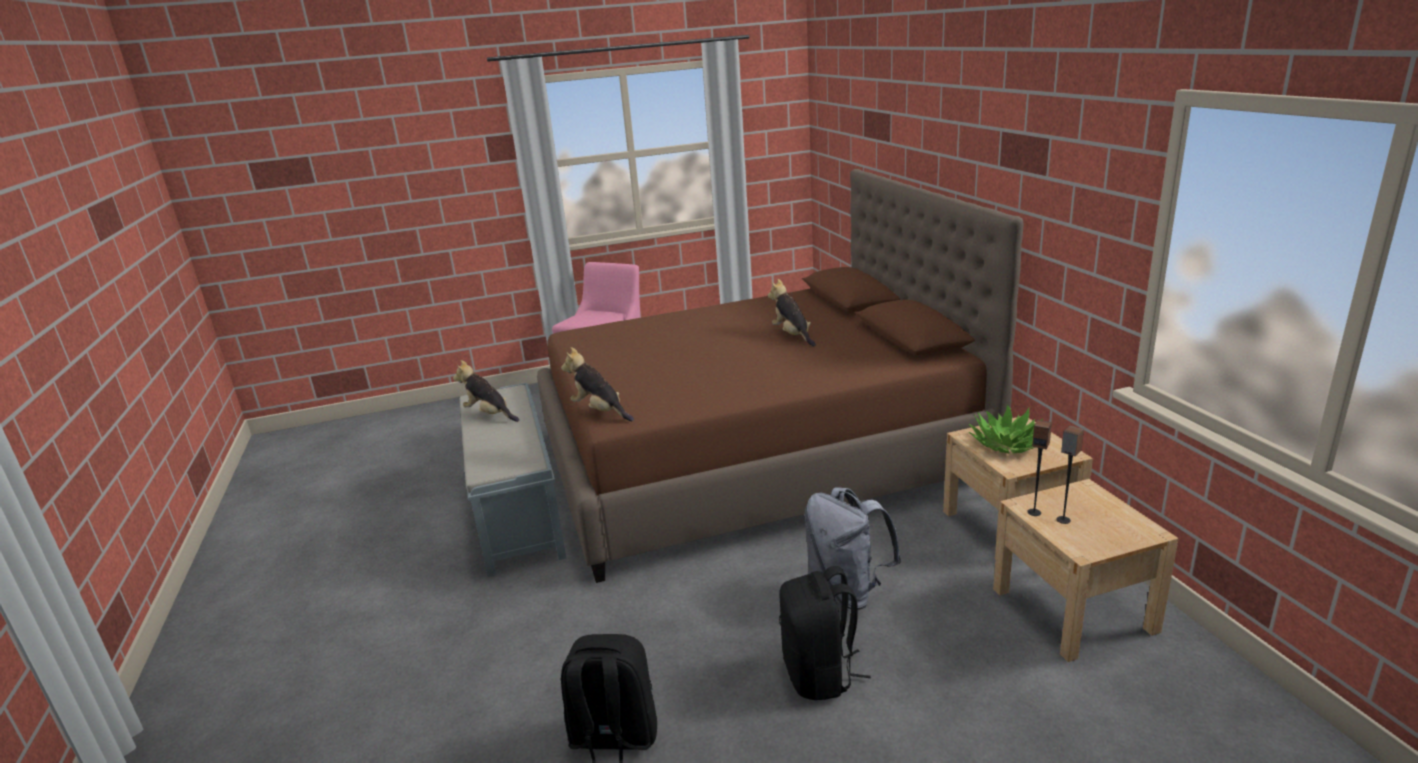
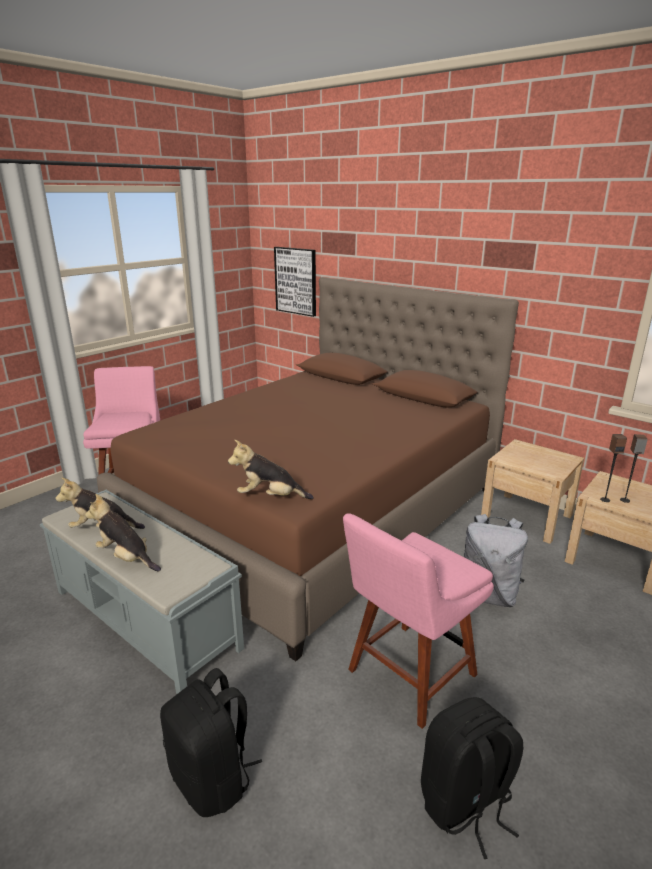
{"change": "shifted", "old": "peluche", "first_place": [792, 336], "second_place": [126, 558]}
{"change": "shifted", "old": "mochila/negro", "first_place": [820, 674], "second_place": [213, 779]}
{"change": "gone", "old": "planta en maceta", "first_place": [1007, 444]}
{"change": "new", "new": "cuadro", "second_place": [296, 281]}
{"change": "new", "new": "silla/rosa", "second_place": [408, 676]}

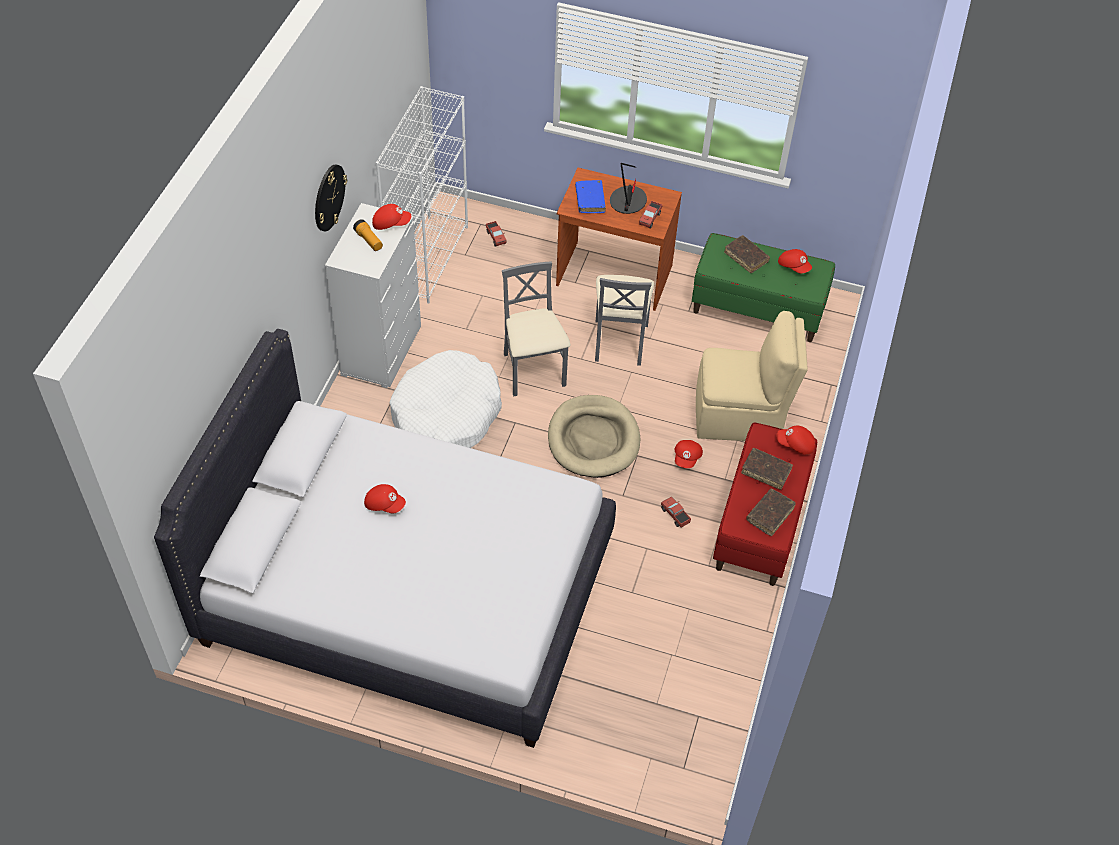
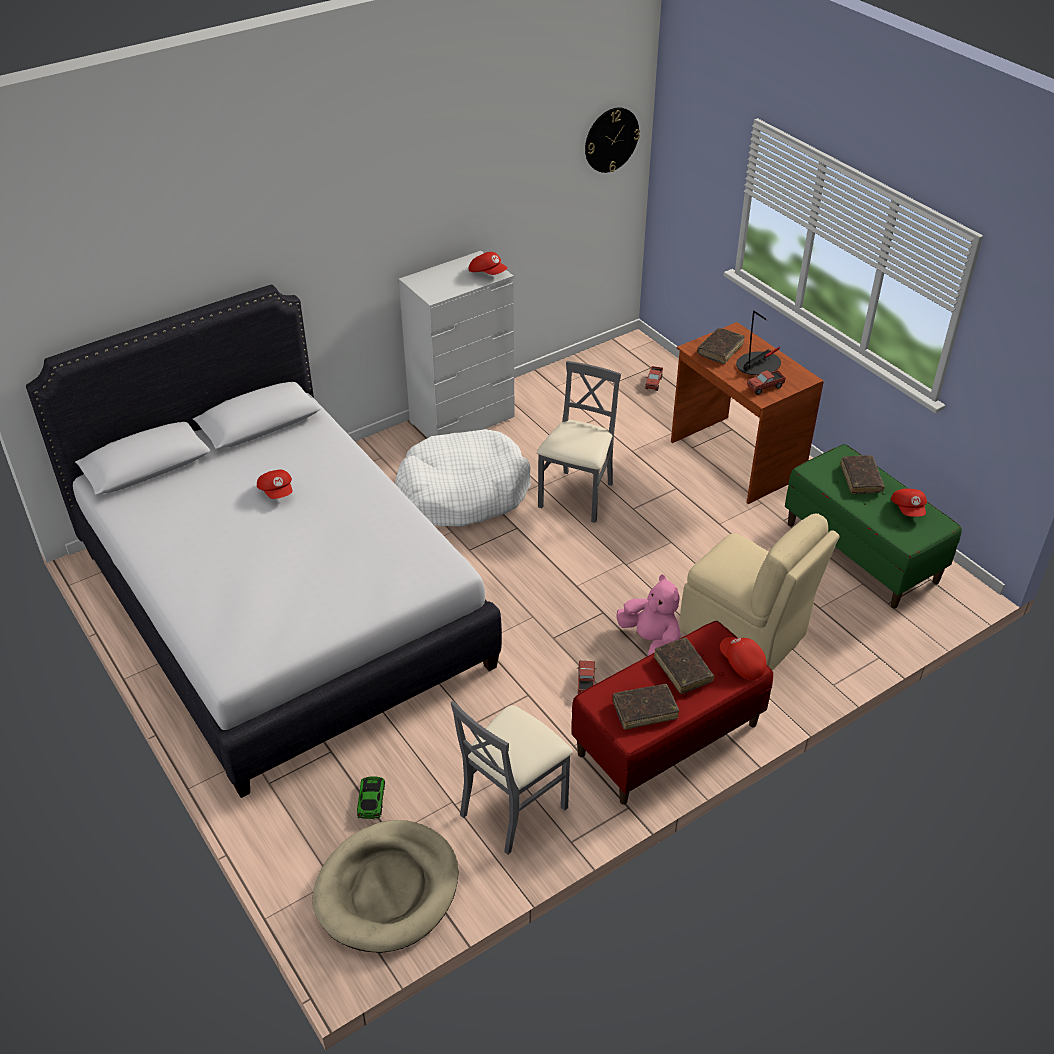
{"change": "shifted", "old": "reloj de pared", "first_place": [329, 197], "second_place": [611, 139]}
{"change": "gone", "old": "linterna", "first_place": [369, 240]}
{"change": "gone", "old": "estantería/blanco", "first_place": [428, 258]}
{"change": "shifted", "old": "cama para perro/beis", "first_place": [593, 439], "second_place": [387, 889]}
{"change": "repainted", "old": "libro/azul", "new": "libro/marrón", "first_place": [590, 200], "second_place": [720, 350]}
{"change": "shifted", "old": "silla/gris", "first_place": [619, 341], "second_place": [513, 808]}
{"change": "swapped", "old": "gorra/rojo", "new": "peluche/rosa", "first_place": [687, 458], "second_place": [651, 641]}
{"change": "new", "new": "coche de juguete", "second_place": [371, 800]}

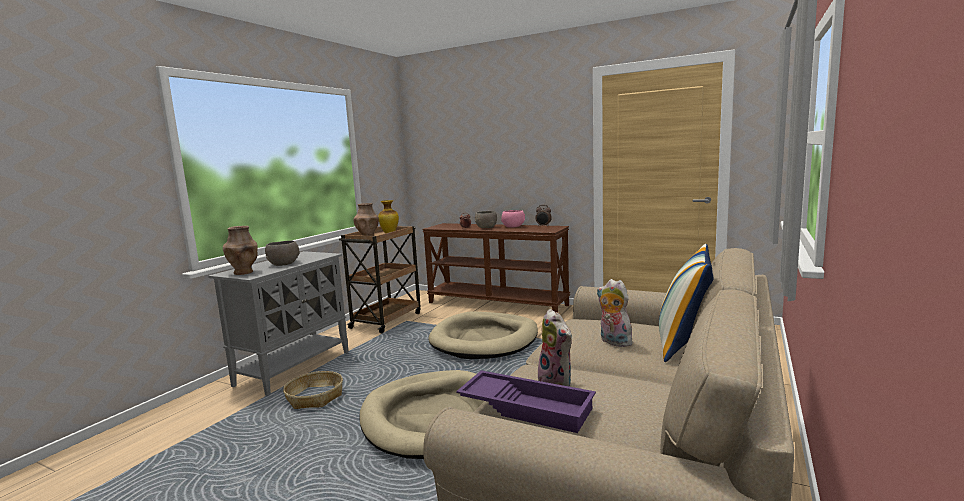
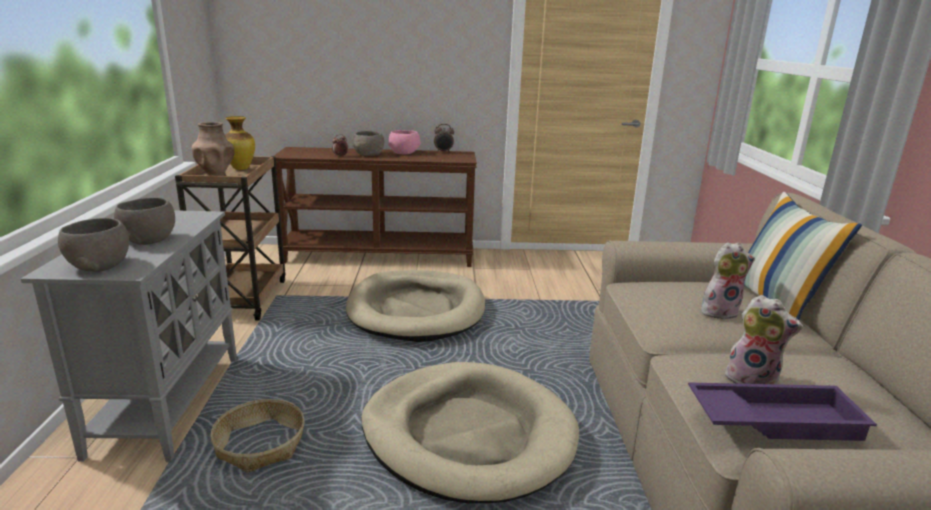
{"change": "swapped", "old": "florero/marrón", "new": "cuenco/gris", "first_place": [244, 272], "second_place": [98, 265]}
{"change": "rotated", "old": "peluche", "first_place": [613, 342], "second_place": [719, 311], "degrees": 150}

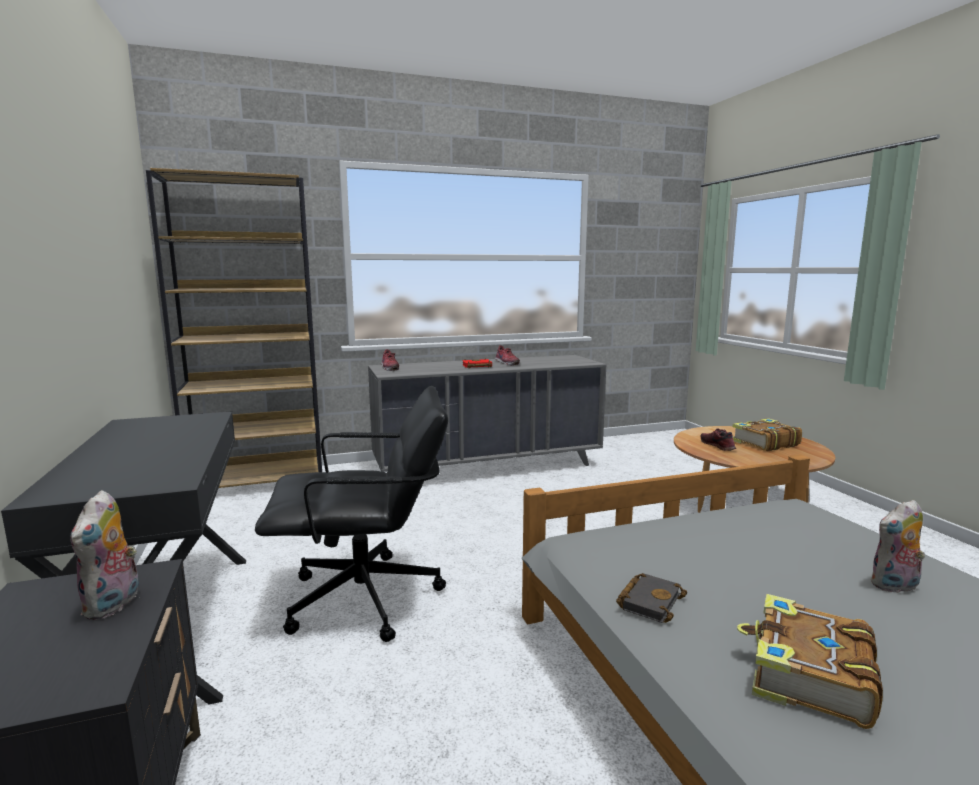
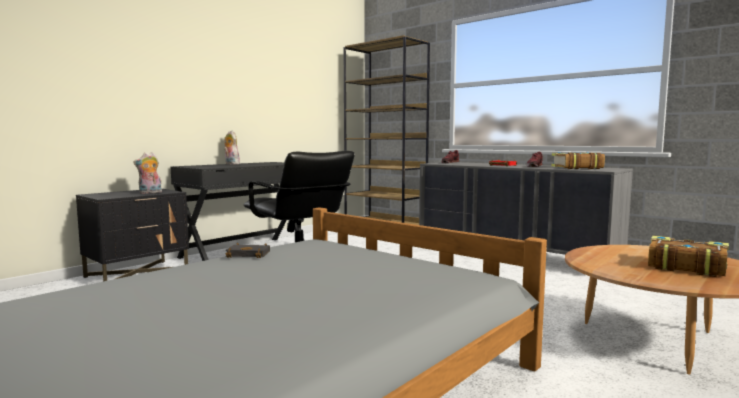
{"change": "gone", "old": "zapato", "first_place": [718, 446]}
{"change": "shifted", "old": "libro", "first_place": [807, 676], "second_place": [576, 168]}
{"change": "shifted", "old": "peluche", "first_place": [895, 586], "second_place": [231, 164]}

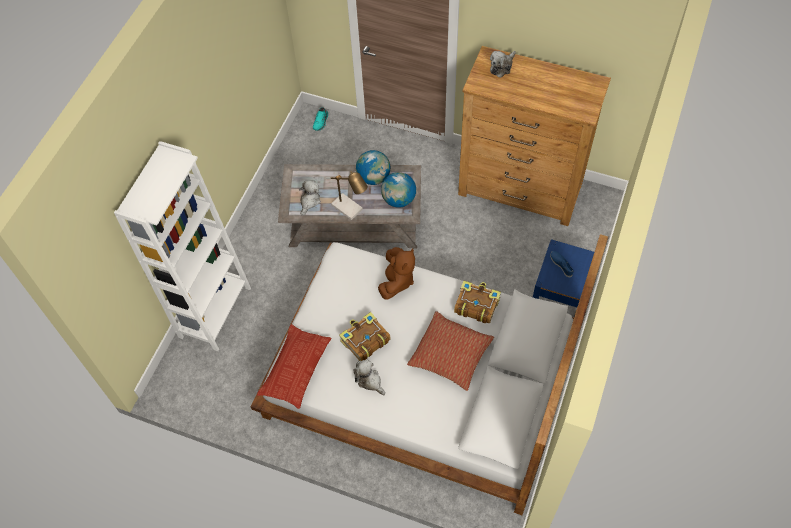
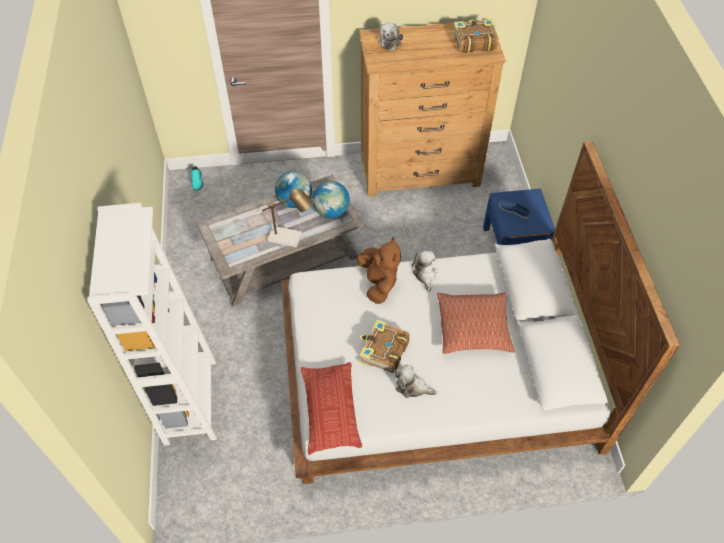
{"change": "shifted", "old": "peluche", "first_place": [309, 201], "second_place": [425, 274]}
{"change": "shifted", "old": "libro", "first_place": [476, 305], "second_place": [474, 42]}

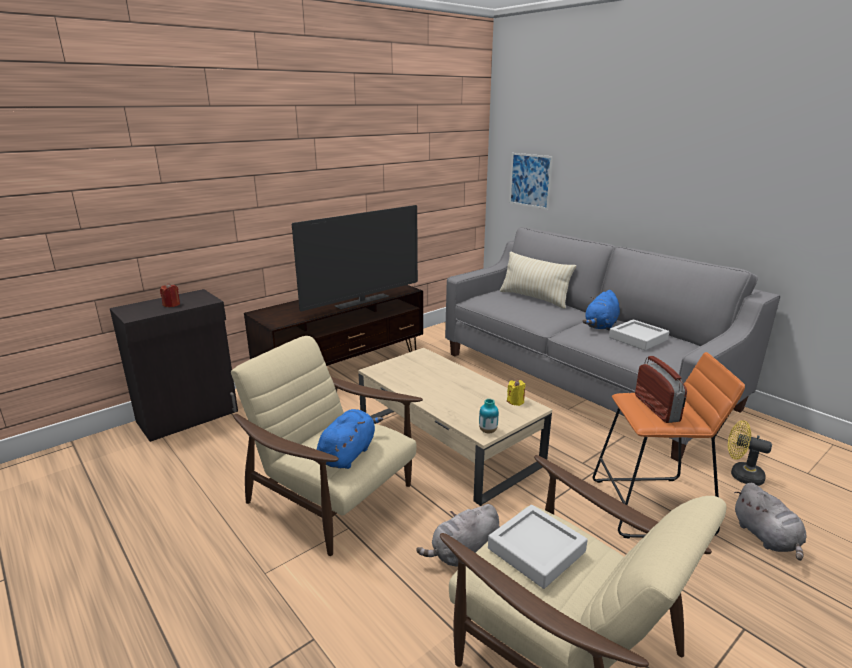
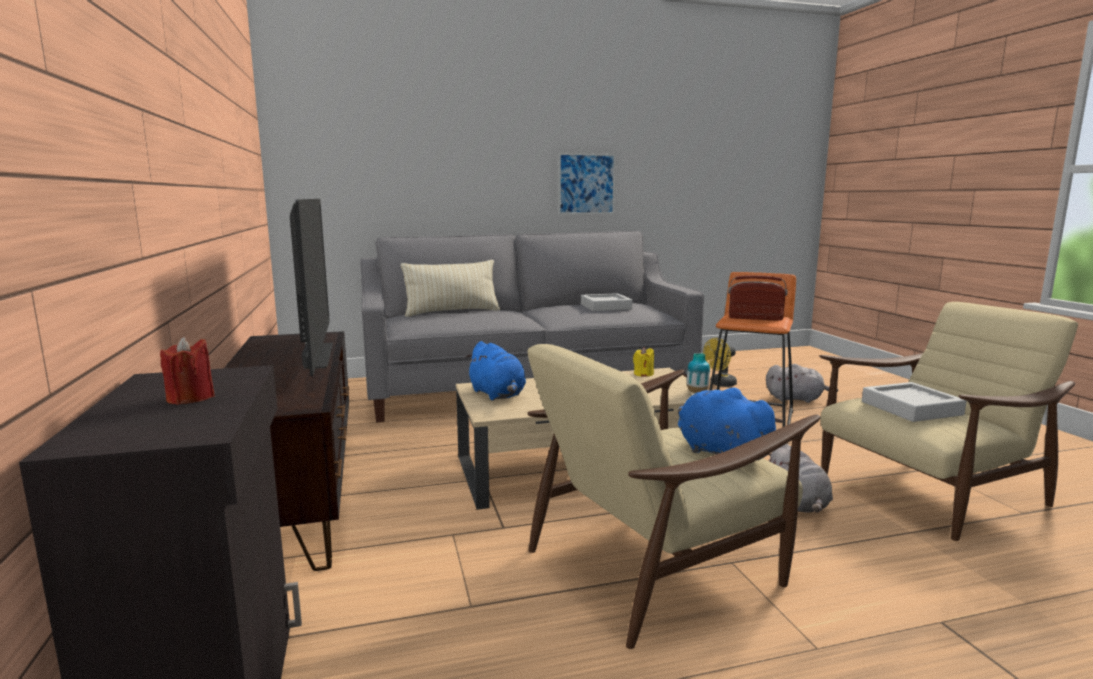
{"change": "shifted", "old": "cuadro", "first_place": [530, 180], "second_place": [586, 184]}
{"change": "shifted", "old": "peluche/azul", "first_place": [601, 326], "second_place": [498, 395]}

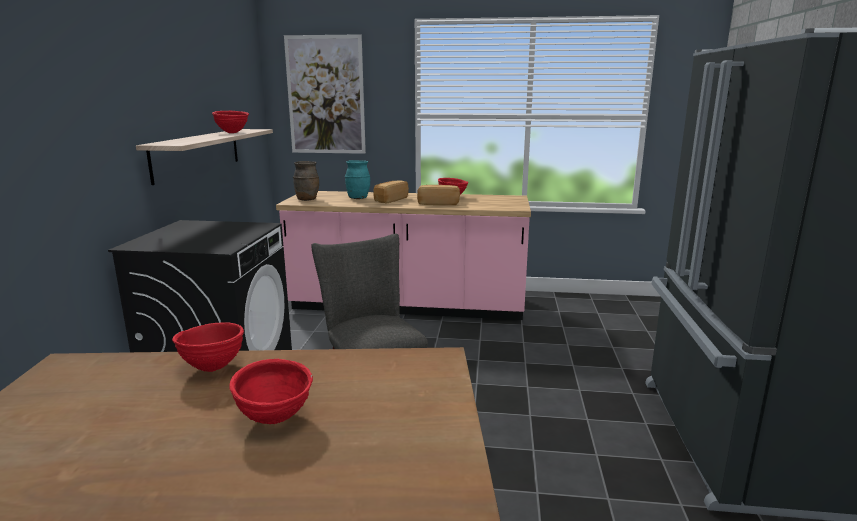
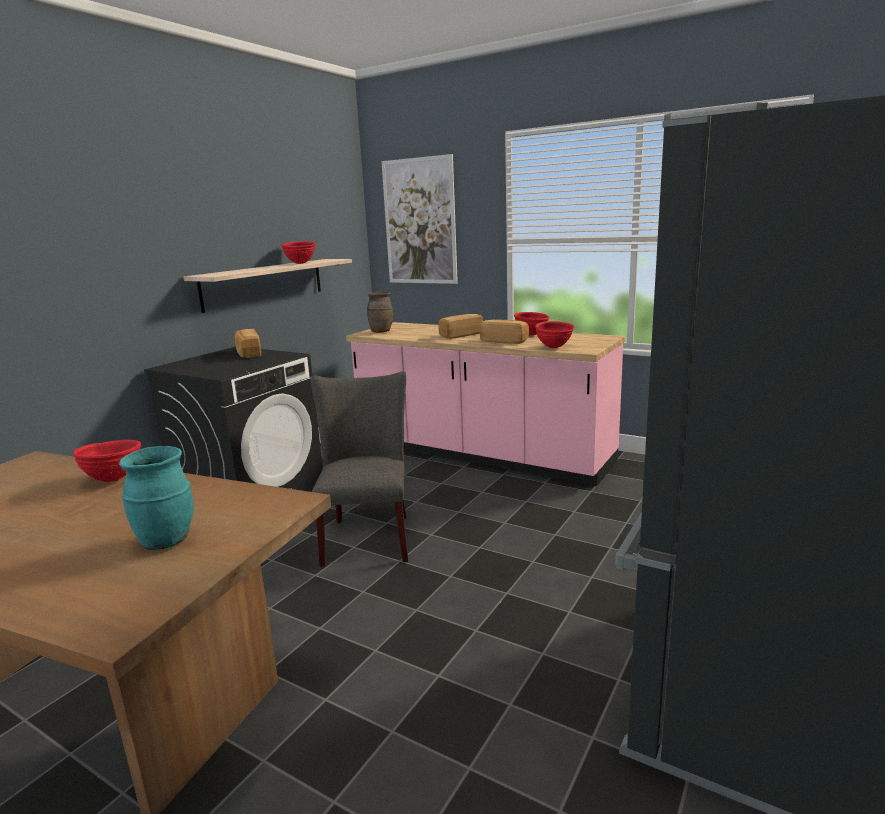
{"change": "shifted", "old": "cuenco/rojo", "first_place": [274, 419], "second_place": [554, 347]}
{"change": "shifted", "old": "florero/turquesa", "first_place": [358, 198], "second_place": [167, 540]}
{"change": "new", "new": "pan", "second_place": [248, 354]}

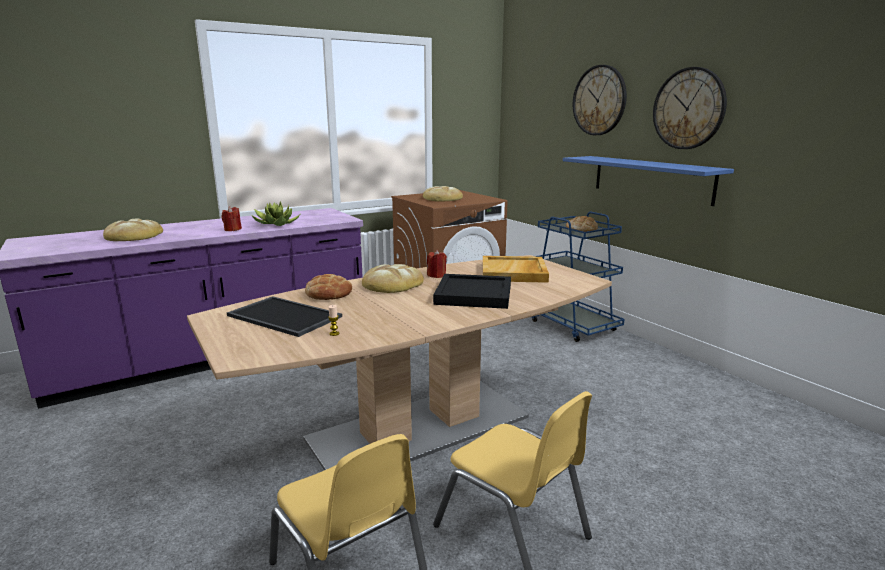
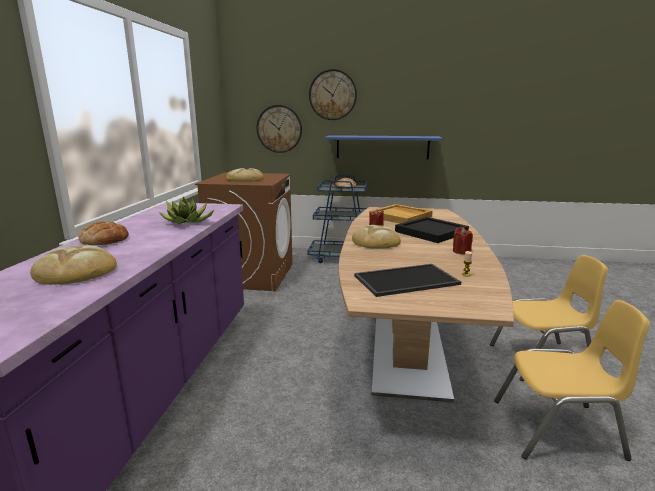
{"change": "shifted", "old": "vela/rojo", "first_place": [232, 229], "second_place": [461, 251]}
{"change": "shifted", "old": "pan", "first_place": [328, 293], "second_place": [104, 240]}
{"change": "shifted", "old": "reloj de pared", "first_place": [689, 108], "second_place": [279, 129]}

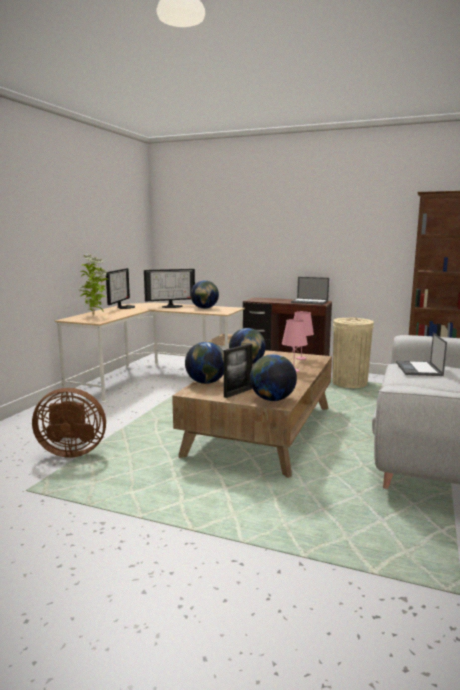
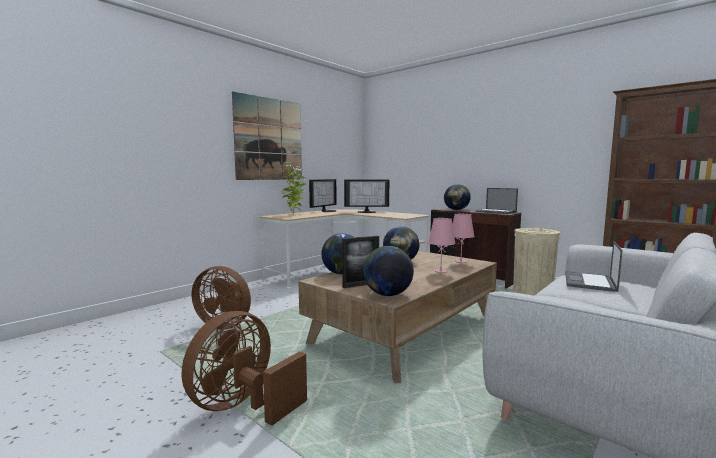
{"change": "shifted", "old": "globo terráqueo", "first_place": [204, 308], "second_place": [456, 210]}
{"change": "new", "new": "ventilador/marrón", "second_place": [243, 406]}
{"change": "new", "new": "cuadro", "second_place": [269, 139]}

